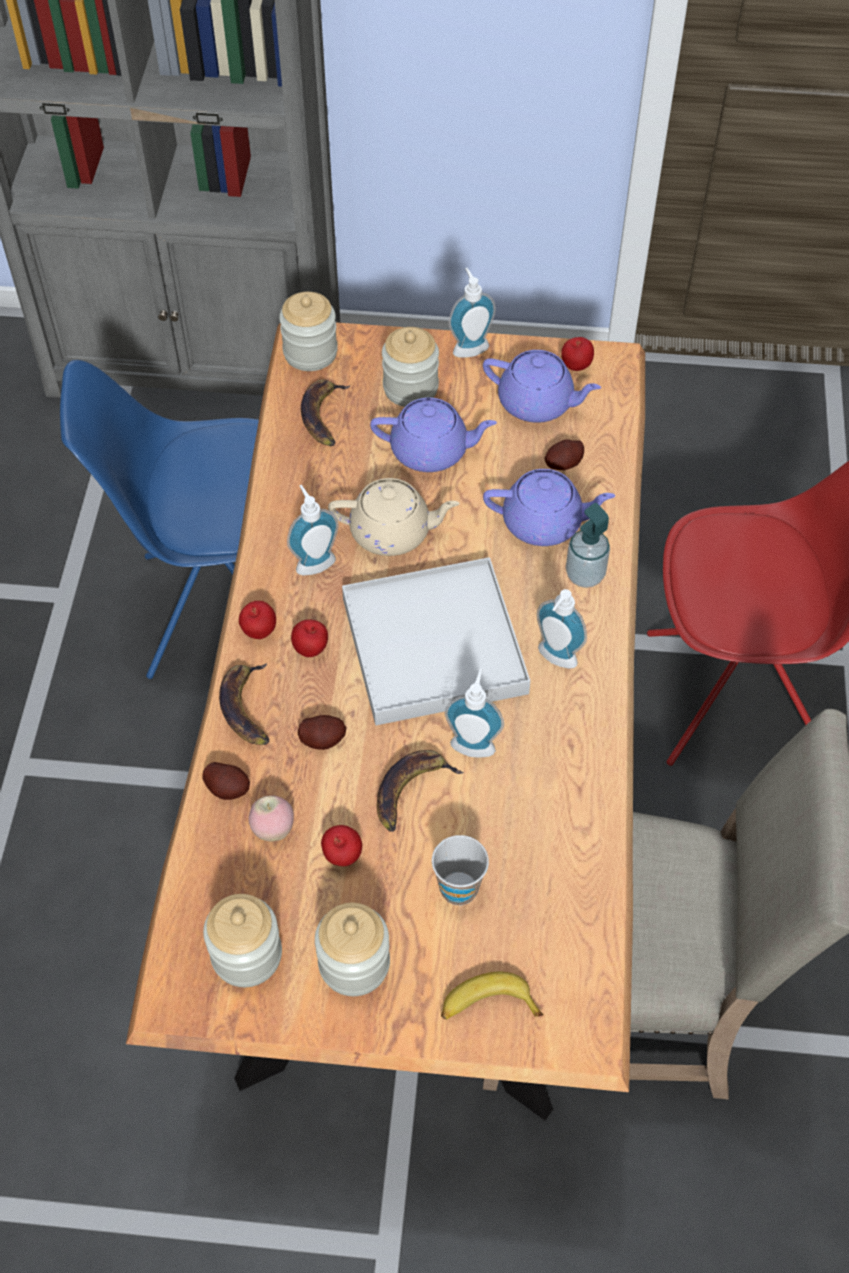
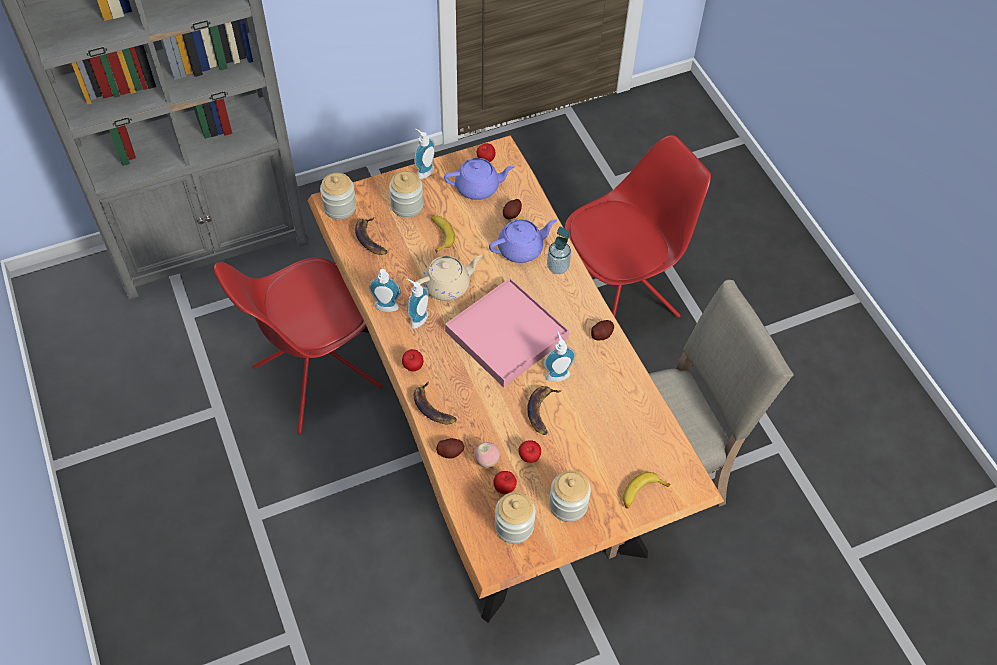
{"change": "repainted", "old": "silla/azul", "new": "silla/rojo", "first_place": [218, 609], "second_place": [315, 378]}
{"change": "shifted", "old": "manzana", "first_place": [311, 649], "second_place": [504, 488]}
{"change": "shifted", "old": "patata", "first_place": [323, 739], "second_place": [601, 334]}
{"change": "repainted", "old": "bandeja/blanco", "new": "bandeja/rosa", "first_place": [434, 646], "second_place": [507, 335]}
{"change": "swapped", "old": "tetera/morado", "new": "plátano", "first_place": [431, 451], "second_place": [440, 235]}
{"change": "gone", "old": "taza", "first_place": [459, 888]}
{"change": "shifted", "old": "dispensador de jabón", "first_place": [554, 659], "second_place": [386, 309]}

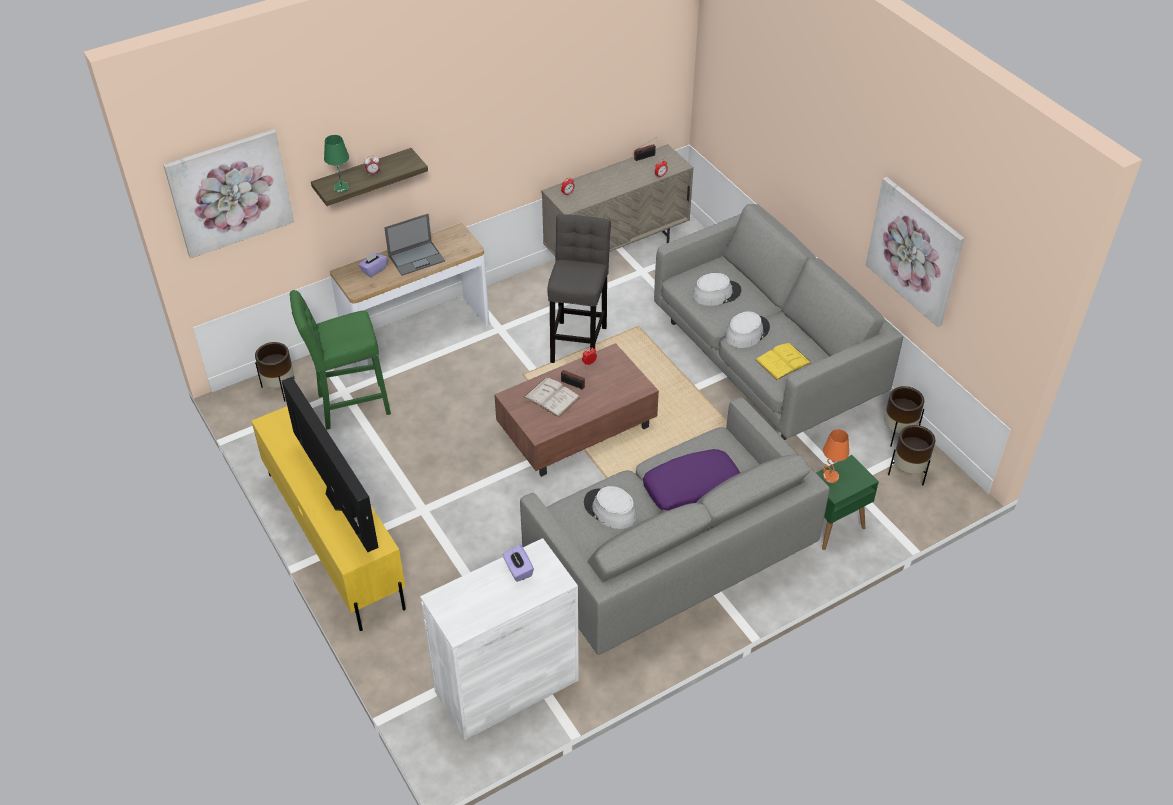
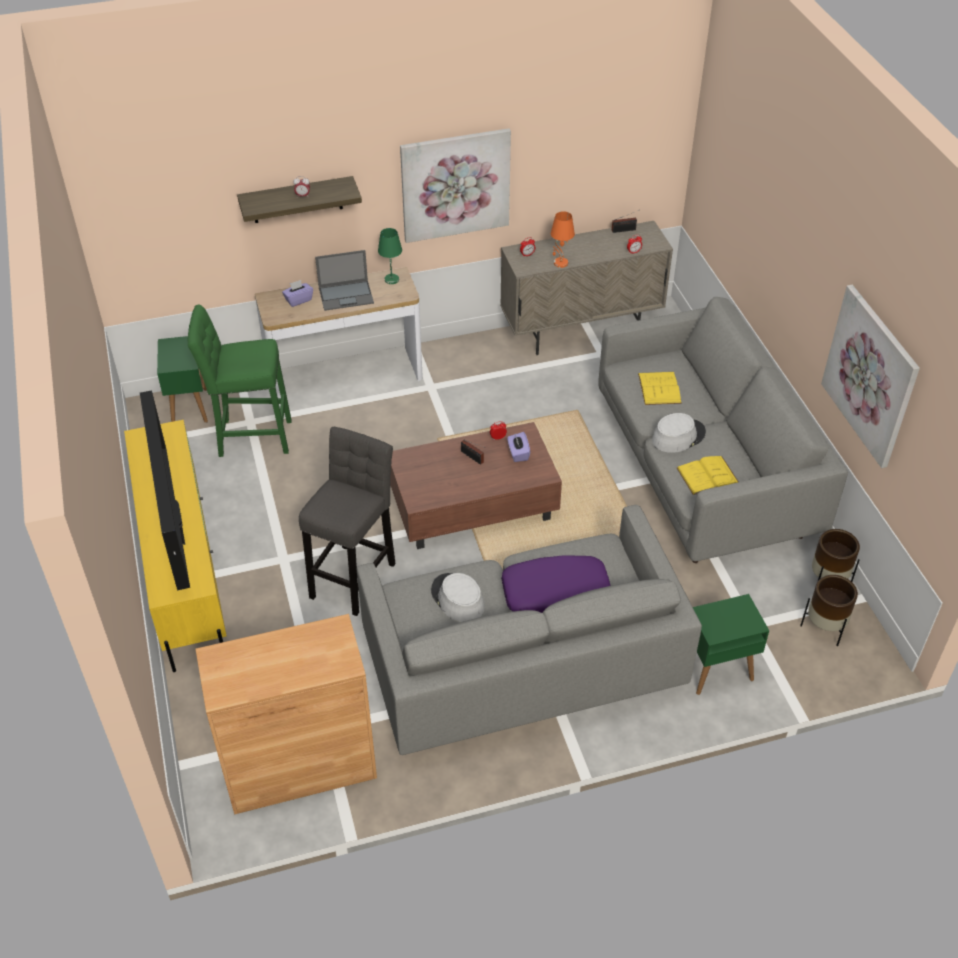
{"change": "shifted", "old": "cuadro", "first_place": [230, 193], "second_place": [455, 185]}
{"change": "swapped", "old": "maceta/marrón", "new": "mesa auxiliar/verde", "first_place": [280, 388], "second_place": [189, 407]}
{"change": "shifted", "old": "lámpara de mesa/verde", "first_place": [341, 188], "second_place": [392, 280]}
{"change": "repainted", "old": "armario/blanco", "new": "armario/marrón", "first_place": [506, 686], "second_place": [299, 765]}
{"change": "shifted", "old": "caja de pañuelos/morado", "first_place": [518, 570], "second_place": [518, 453]}
{"change": "gone", "old": "libro/blanco", "first_place": [552, 397]}
{"change": "shifted", "old": "taburete/gris", "first_place": [579, 341], "second_place": [354, 576]}
{"change": "swapped", "old": "sombrero/gris", "new": "libro/amarillo", "first_place": [716, 293], "second_place": [659, 388]}
{"change": "shifted", "old": "lámpara de mesa/naranja", "first_place": [830, 477], "second_place": [560, 263]}

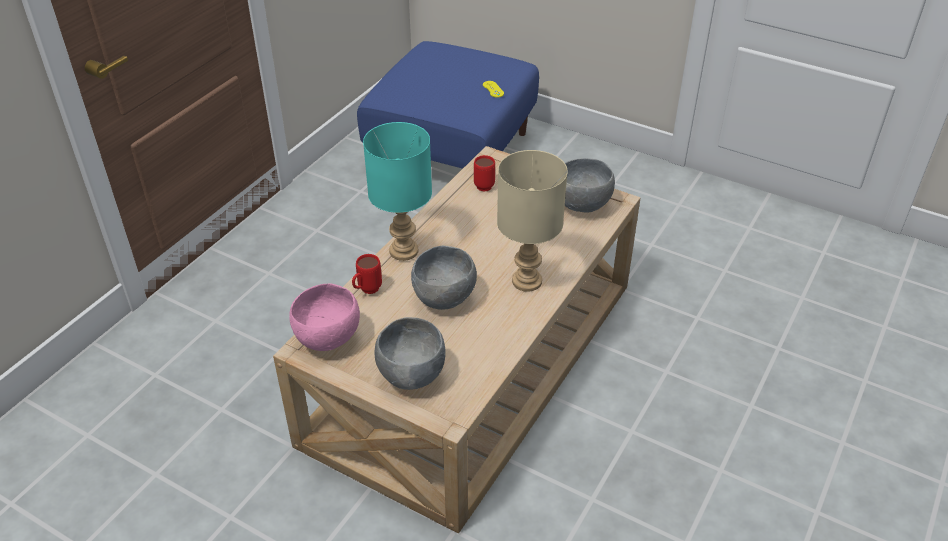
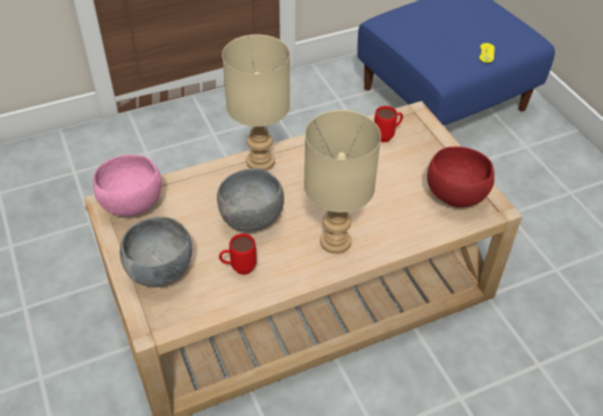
{"change": "shifted", "old": "taza grande/rojo", "first_place": [366, 291], "second_place": [238, 268]}
{"change": "repainted", "old": "lámpara de mesa/turquesa", "new": "lámpara de mesa/beis", "first_place": [404, 251], "second_place": [260, 162]}
{"change": "repainted", "old": "cuenco/gris", "new": "cuenco/rojo", "first_place": [583, 206], "second_place": [456, 197]}

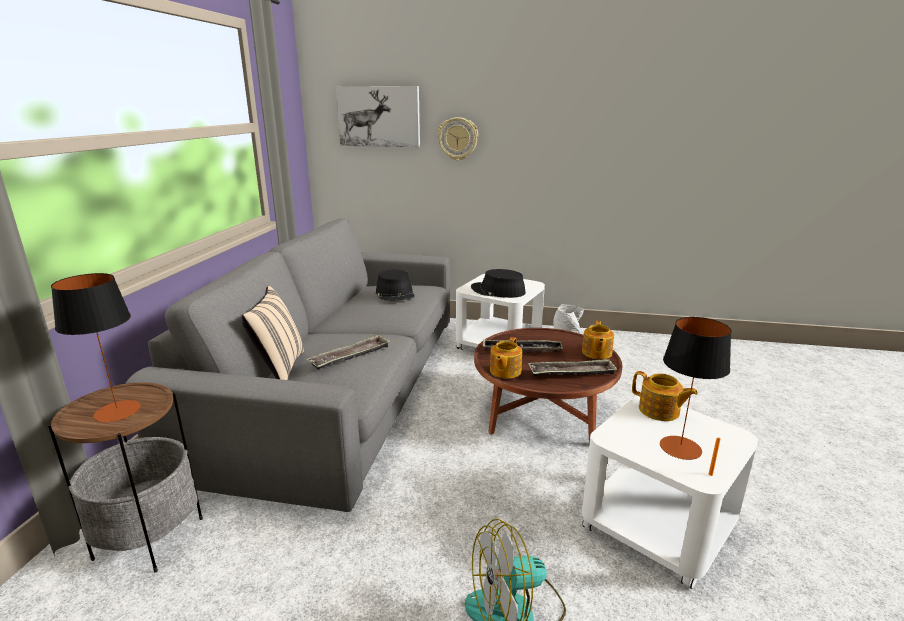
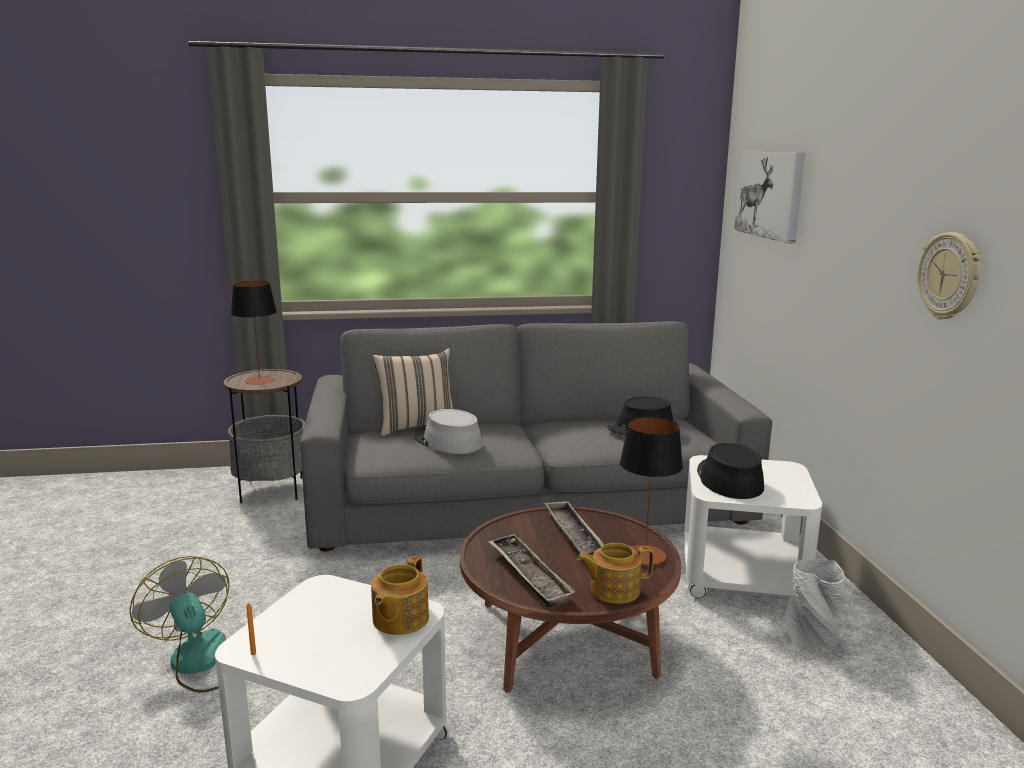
{"change": "swapped", "old": "bandeja", "new": "sombrero/gris", "first_place": [350, 356], "second_place": [447, 441]}
{"change": "shifted", "old": "reloj de pared", "first_place": [458, 139], "second_place": [950, 276]}
{"change": "gone", "old": "tetera", "first_place": [504, 371]}
{"change": "shifted", "old": "lámpara de mesa", "first_place": [680, 447], "second_place": [645, 555]}

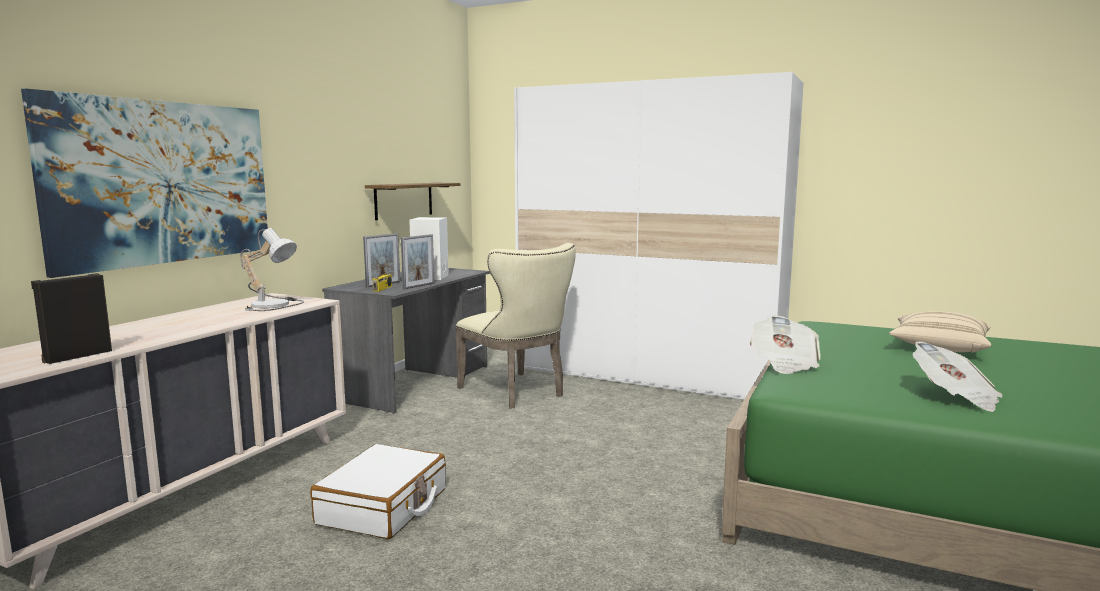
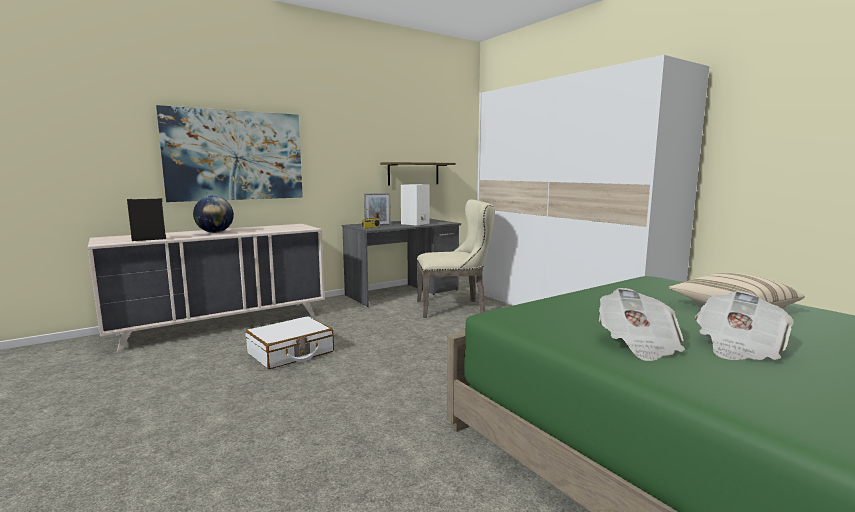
{"change": "gone", "old": "lámpara de mesa", "first_place": [275, 304]}
{"change": "gone", "old": "portarretratos", "first_place": [419, 286]}
{"change": "rotated", "old": "silla/beis", "first_place": [517, 392], "second_place": [454, 307], "degrees": -90}
{"change": "shifted", "old": "periódico", "first_place": [784, 363], "second_place": [738, 347]}
{"change": "new", "new": "globo terráqueo", "second_place": [215, 232]}

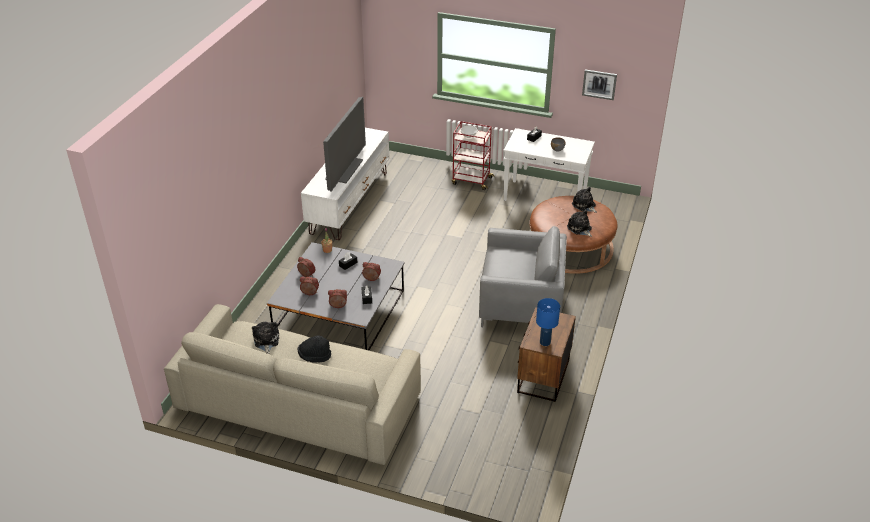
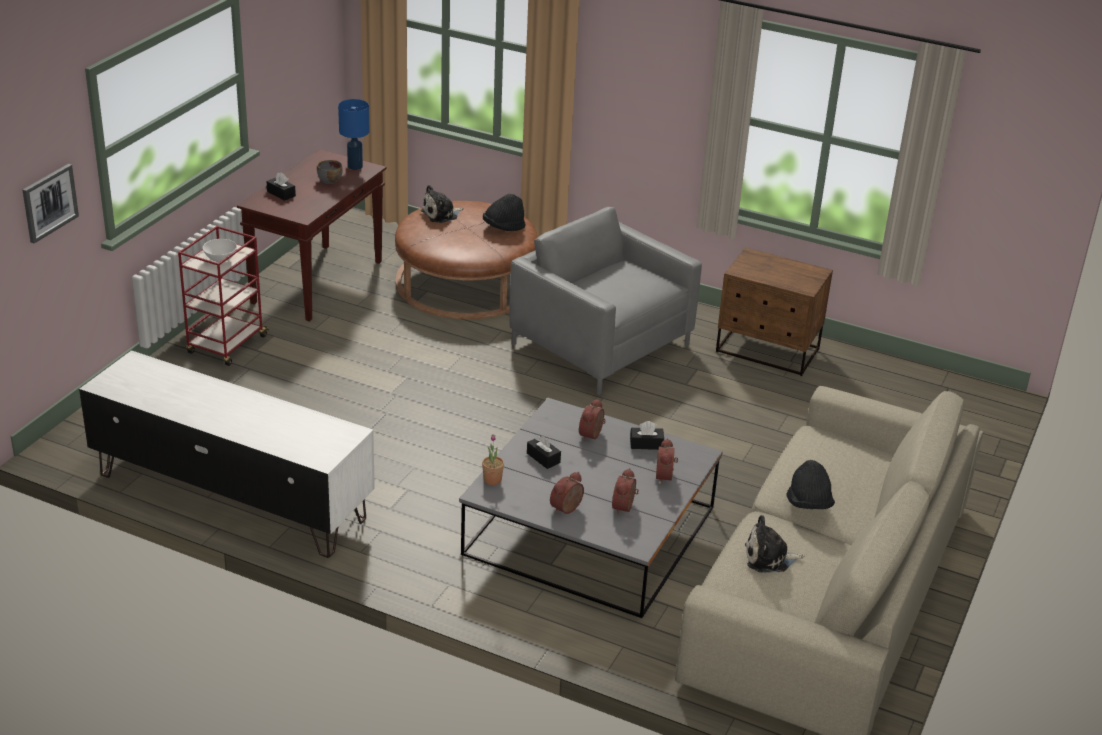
{"change": "gone", "old": "televisor", "first_place": [344, 169]}
{"change": "rotated", "old": "sillón/gris", "first_place": [521, 303], "second_place": [600, 344], "degrees": -60}
{"change": "repainted", "old": "mesa consola/blanco", "new": "mesa consola/marrón", "first_place": [545, 197], "second_place": [317, 282]}
{"change": "shifted", "old": "lámpara de mesa/azul", "first_place": [545, 342], "second_place": [355, 166]}
{"change": "swapped", "old": "peluche", "new": "sombrero/negro", "first_place": [580, 229], "second_place": [503, 227]}
{"change": "shifted", "old": "cuadro", "first_place": [599, 84], "second_place": [49, 202]}

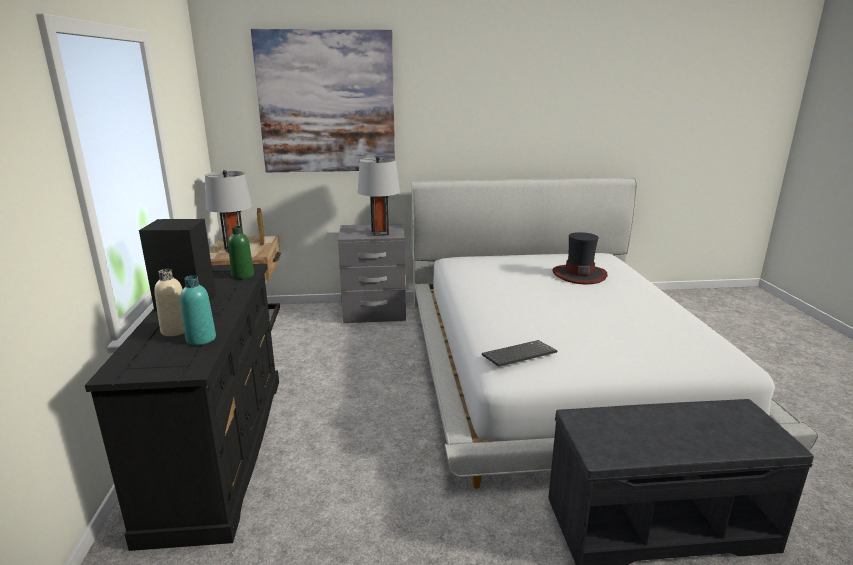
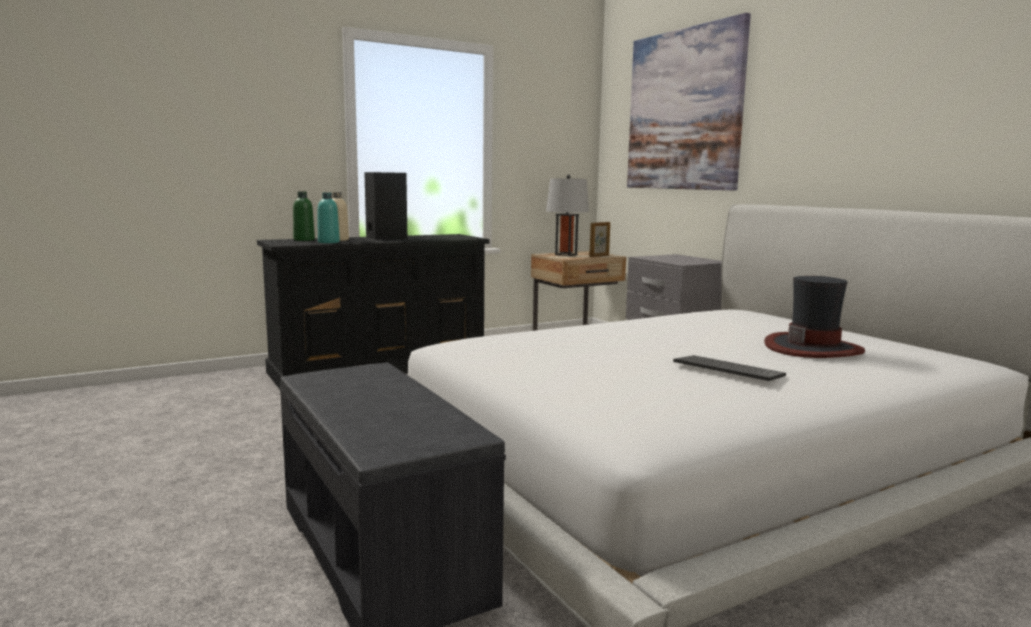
{"change": "shifted", "old": "botella/verde", "first_place": [242, 275], "second_place": [304, 240]}
{"change": "gone", "old": "lámpara de mesa/gris", "first_place": [380, 233]}
{"change": "shifted", "old": "teclado", "first_place": [519, 356], "second_place": [726, 371]}

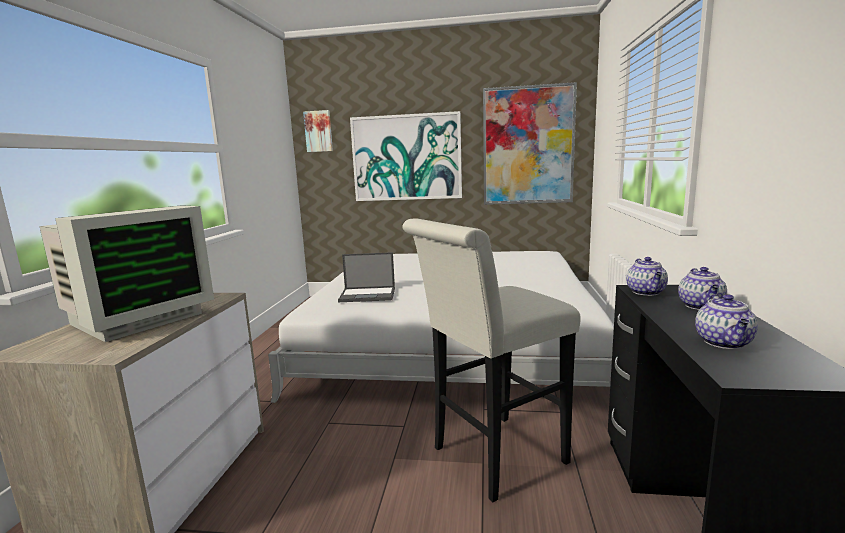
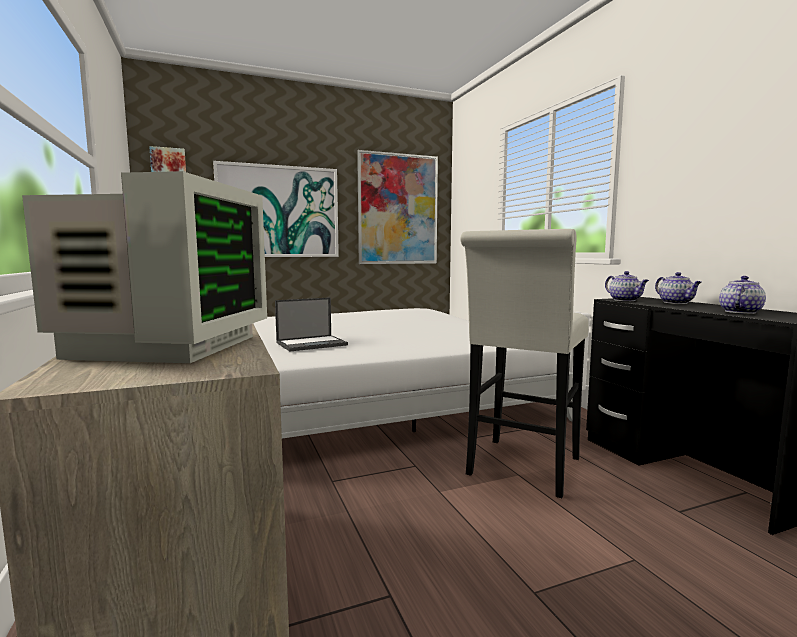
{"change": "rotated", "old": "tetera", "first_place": [724, 343], "second_place": [740, 312], "degrees": -120}

